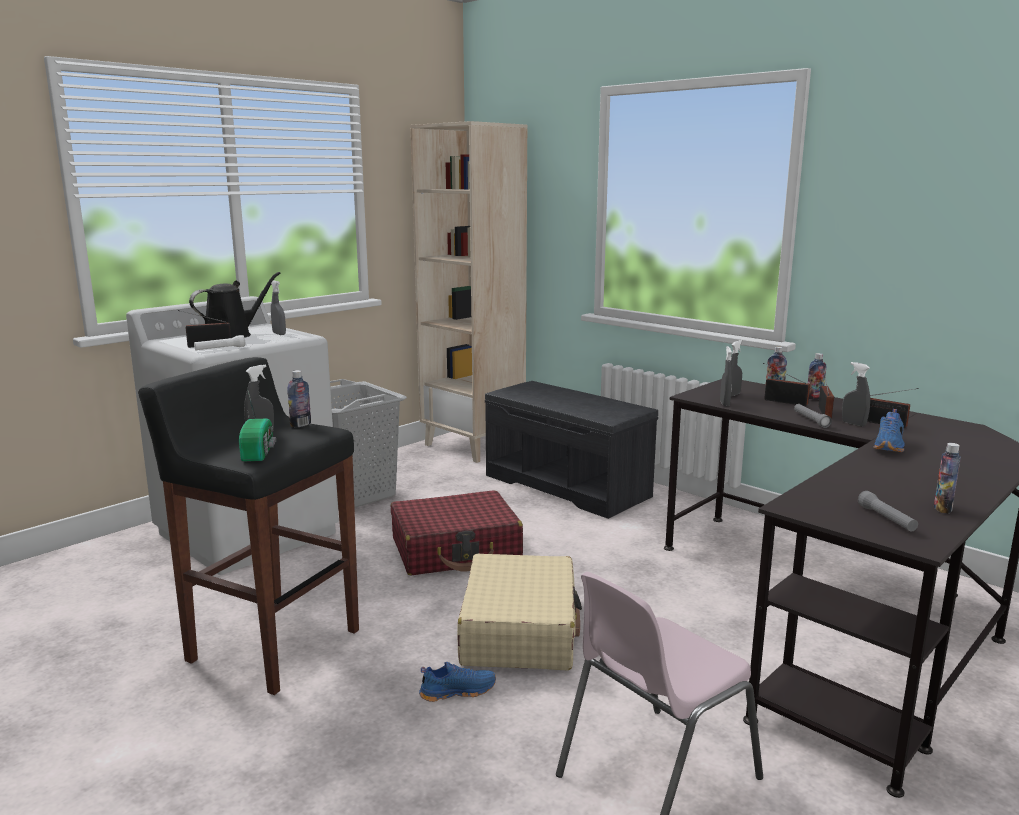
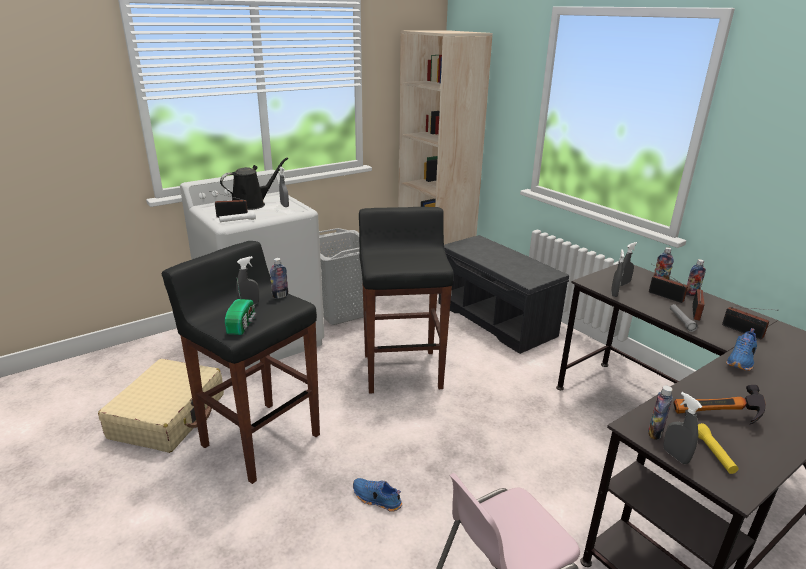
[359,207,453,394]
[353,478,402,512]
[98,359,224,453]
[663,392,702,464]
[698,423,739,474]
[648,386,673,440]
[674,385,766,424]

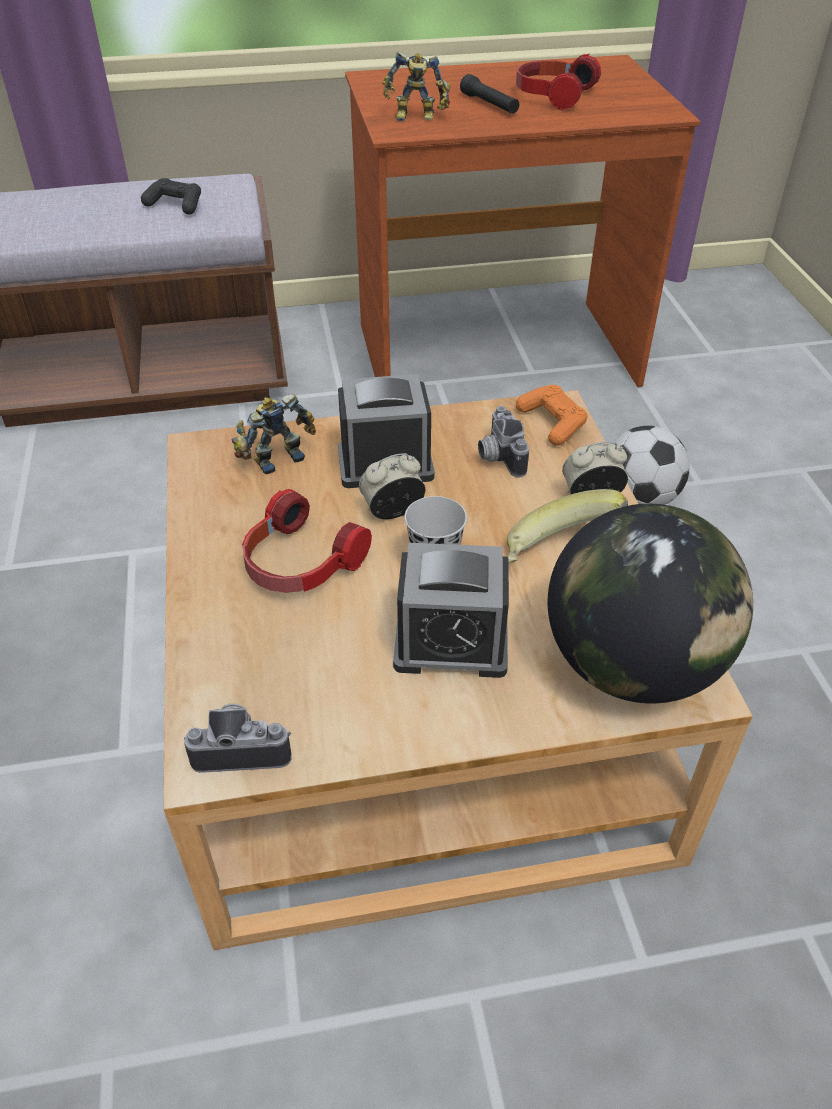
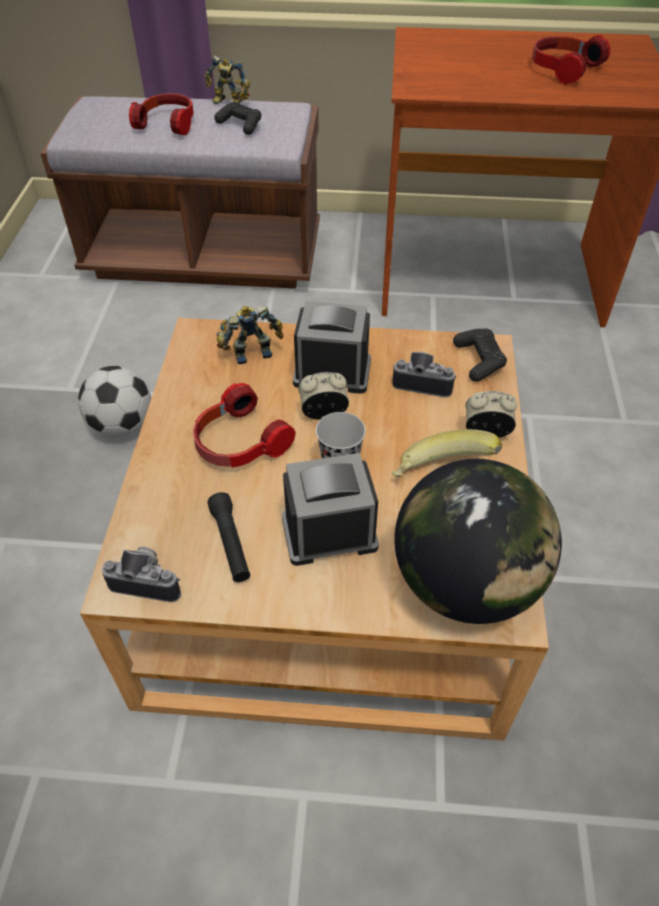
[205,56,250,104]
[282,453,379,566]
[208,492,250,582]
[392,352,456,397]
[453,329,507,382]
[78,366,151,437]
[129,93,194,135]

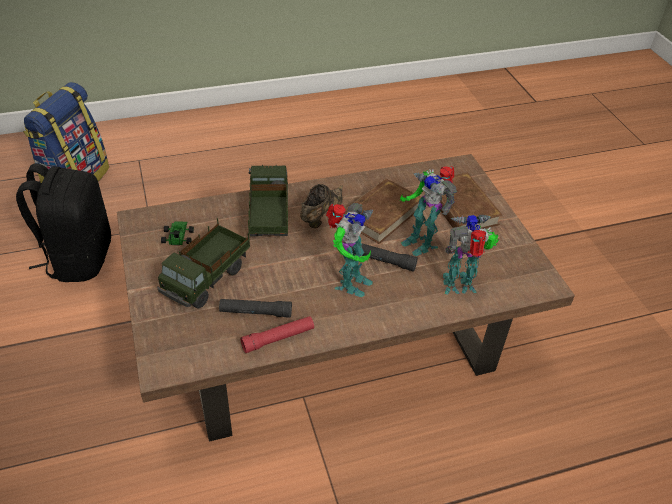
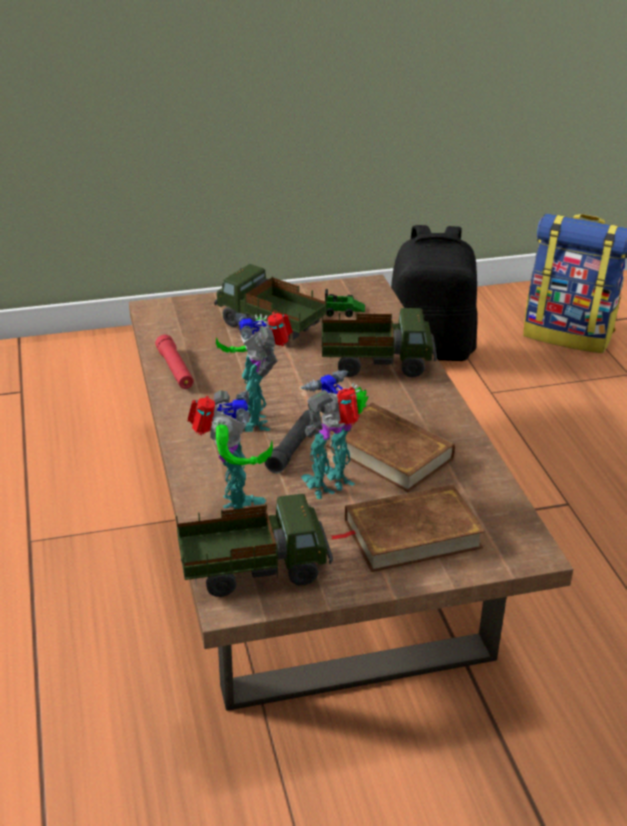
[219,299,292,318] (first image)
[300,184,343,228] (first image)
[216,312,293,432]
[176,494,333,597]

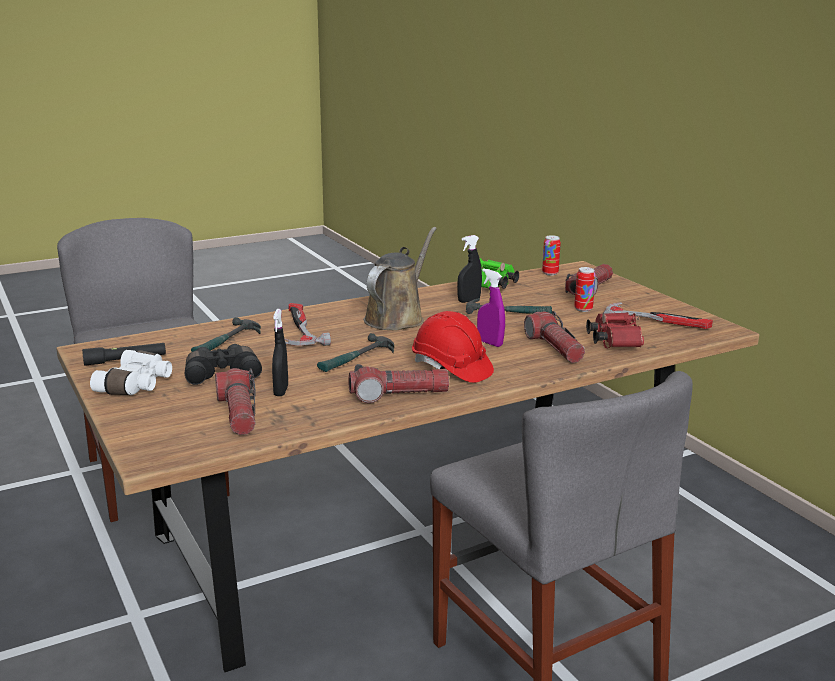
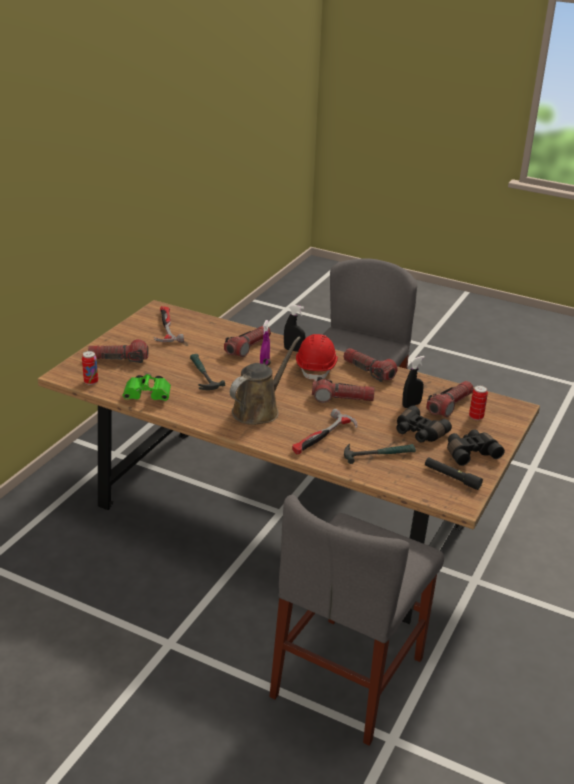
[447,429,505,466]
[312,377,375,403]
[230,337,301,425]
[284,305,305,352]
[469,385,488,420]
[586,312,644,349] (first image)

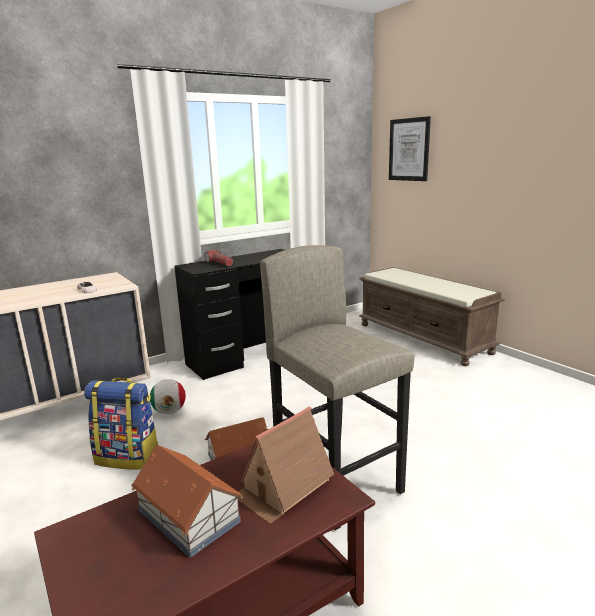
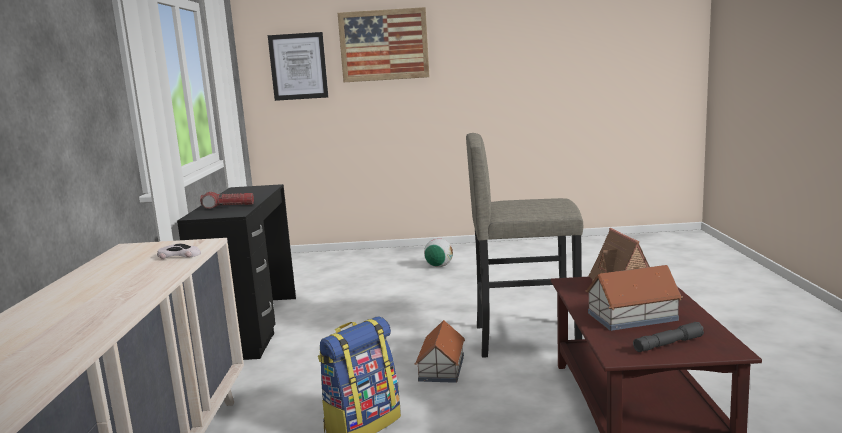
[424,238,453,267]
[359,267,505,366] (first image)
[338,7,429,83]
[633,322,704,352]

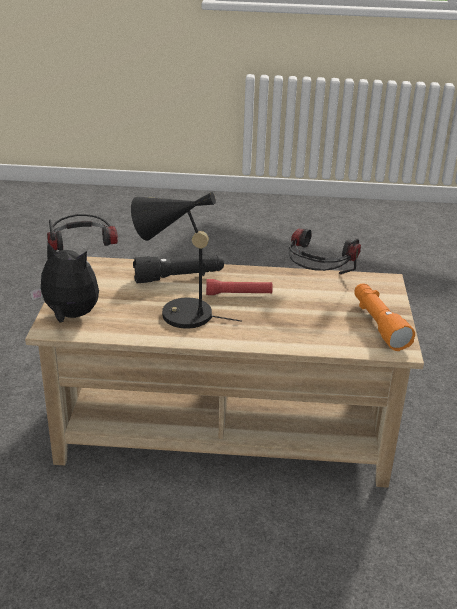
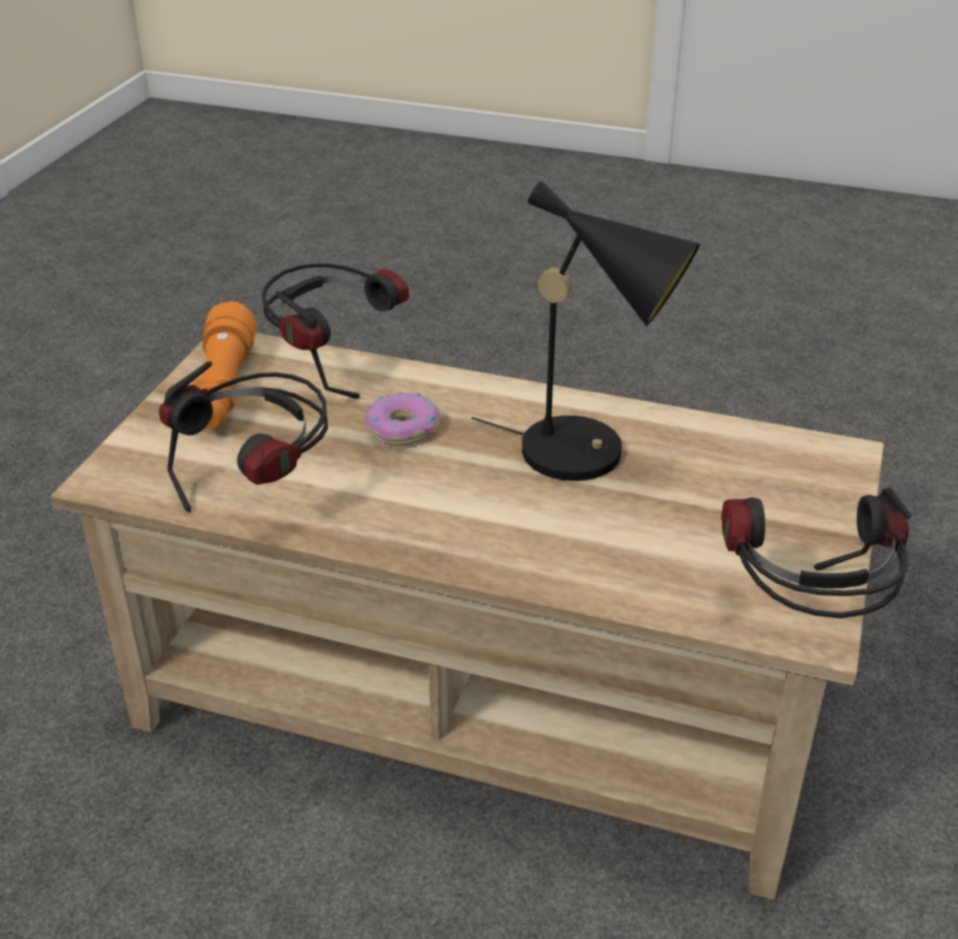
[30,242,99,323] (first image)
[133,254,224,283] (first image)
[206,279,273,295] (first image)
[262,263,409,399]
[365,391,439,446]

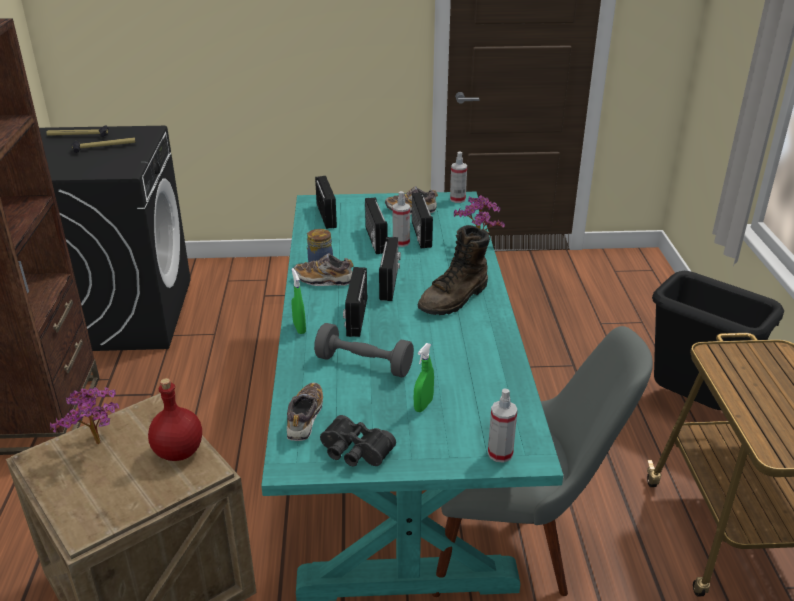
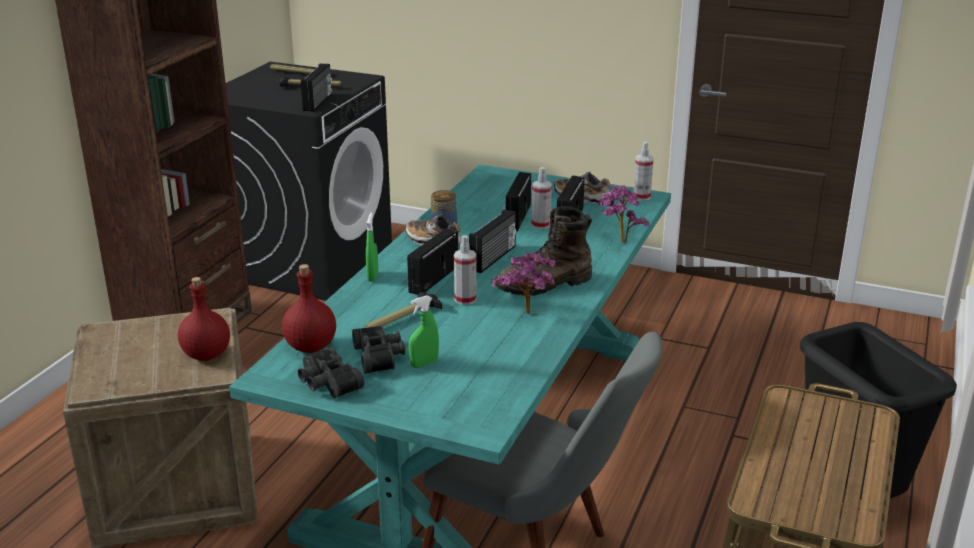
[491,252,556,314]
[282,264,336,353]
[365,292,442,328]
[301,64,332,112]
[454,235,476,305]
[352,325,405,374]

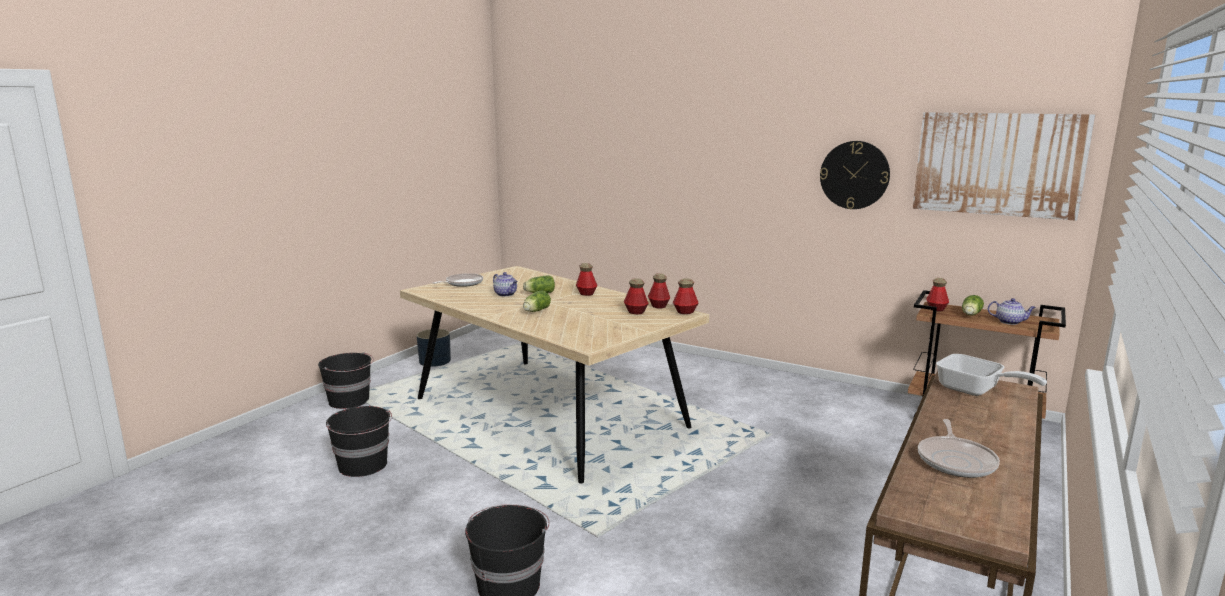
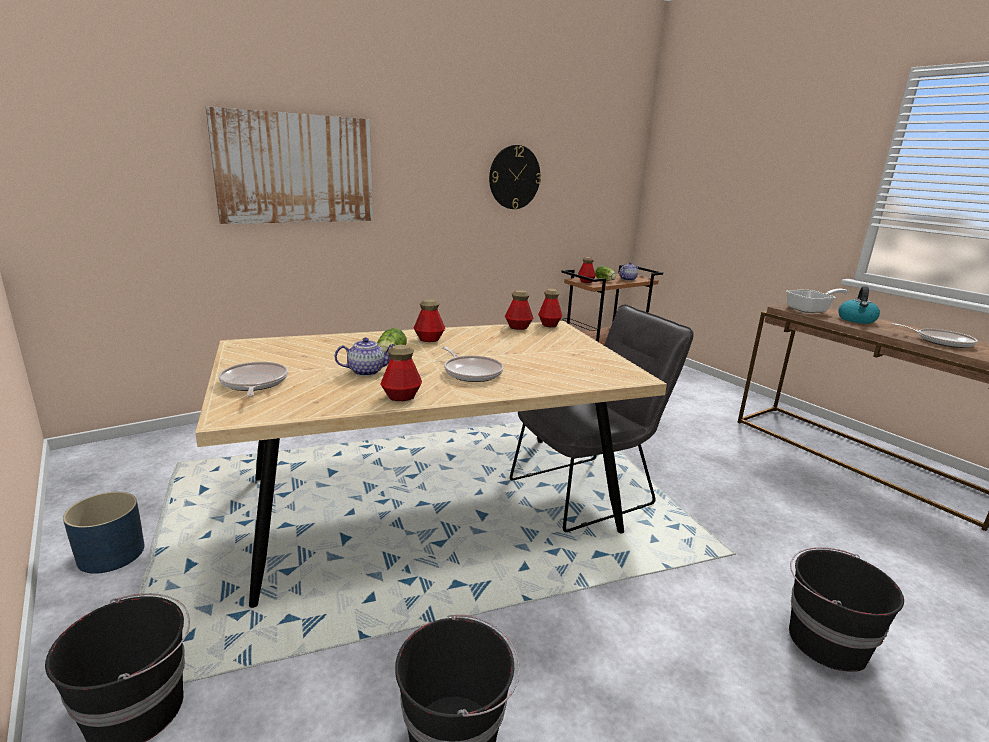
[442,346,503,382]
[380,345,422,401]
[206,107,373,224]
[510,304,694,532]
[838,286,880,324]

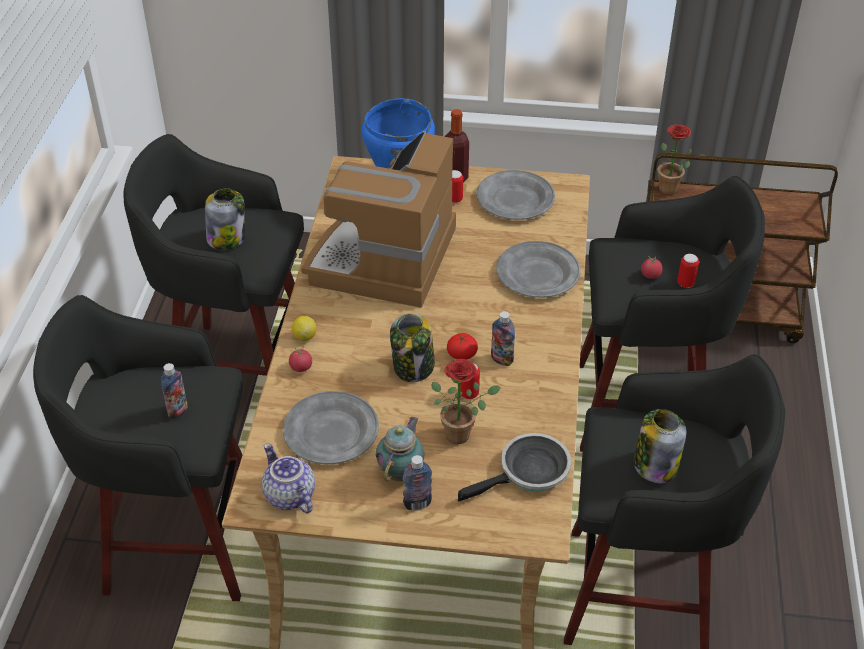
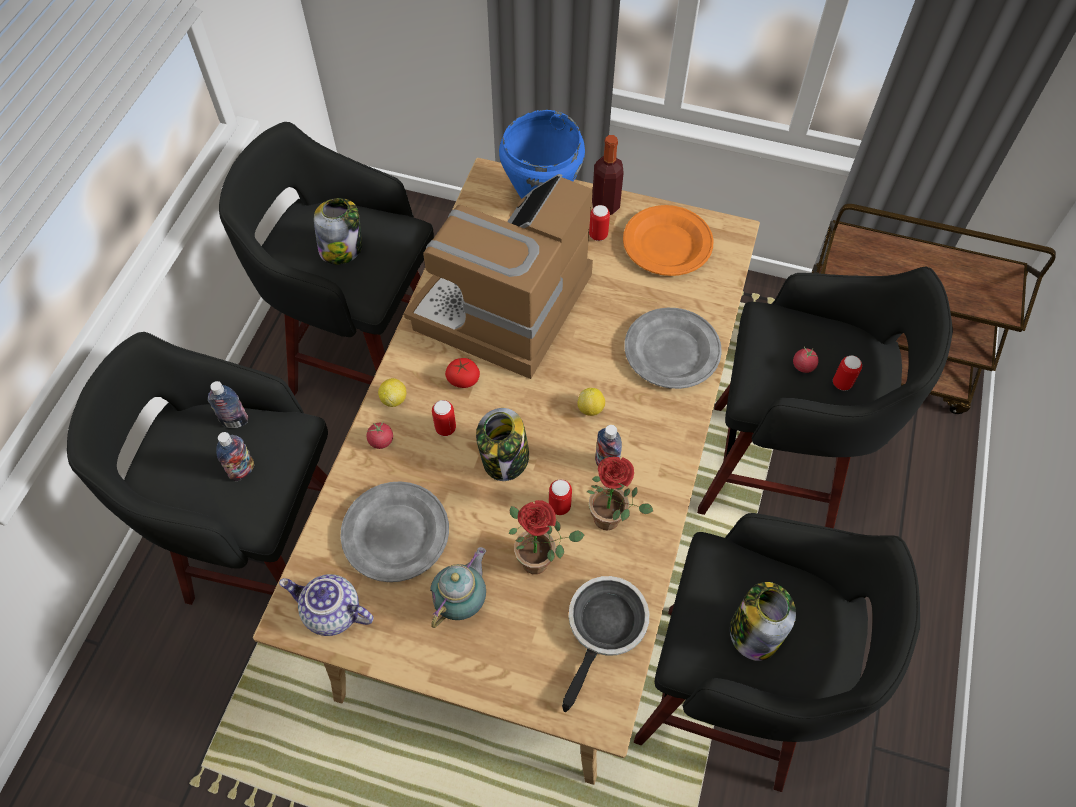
[279,574,374,636]
[208,381,248,428]
[445,358,480,388]
[562,576,649,713]
[623,205,713,276]
[587,457,653,531]
[432,400,456,436]
[578,388,605,416]

